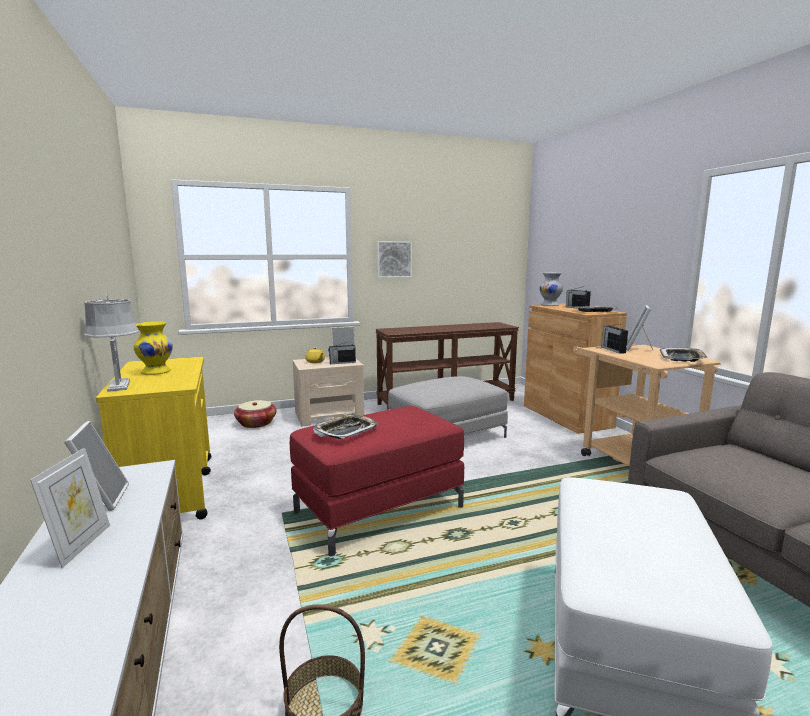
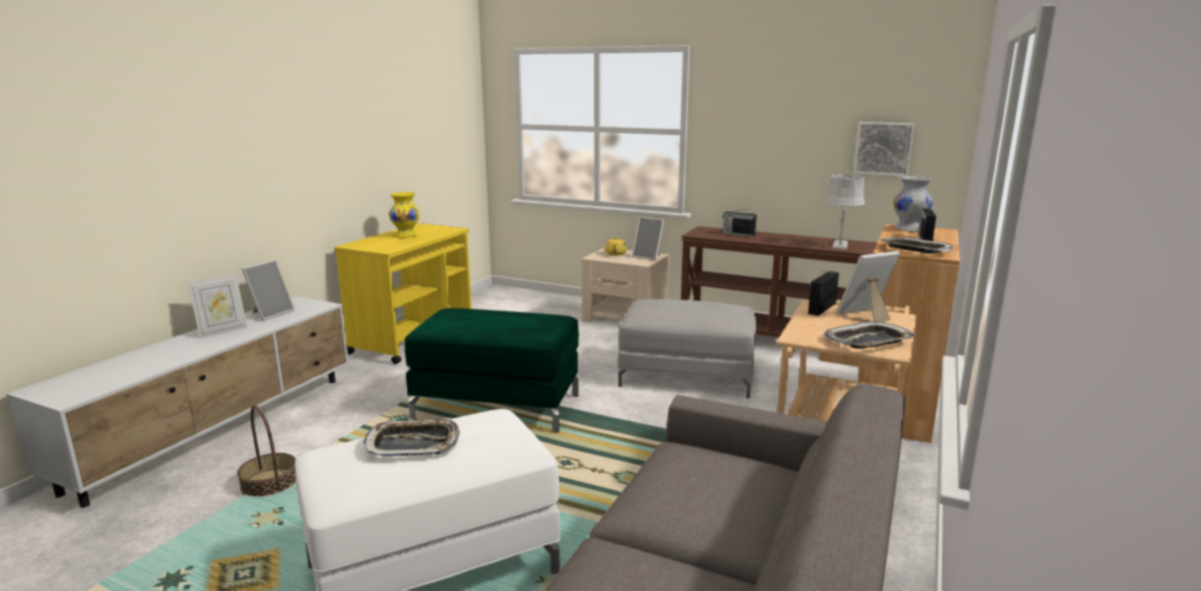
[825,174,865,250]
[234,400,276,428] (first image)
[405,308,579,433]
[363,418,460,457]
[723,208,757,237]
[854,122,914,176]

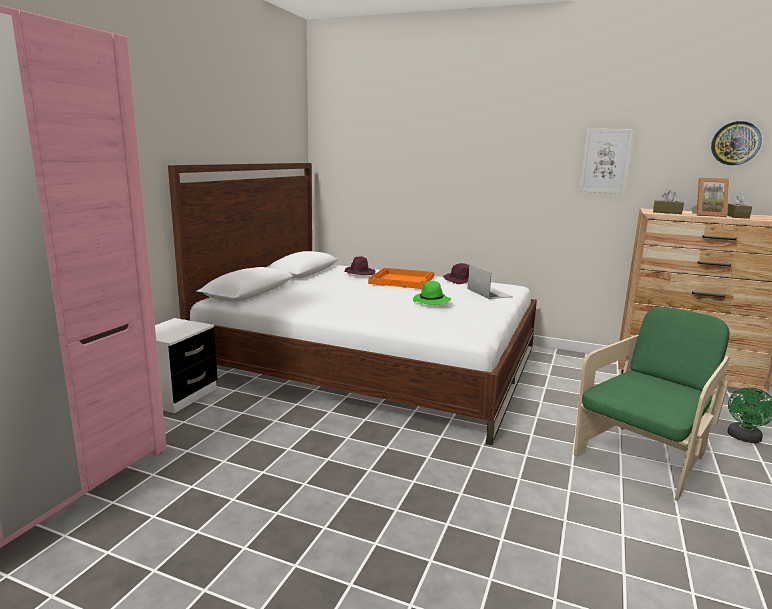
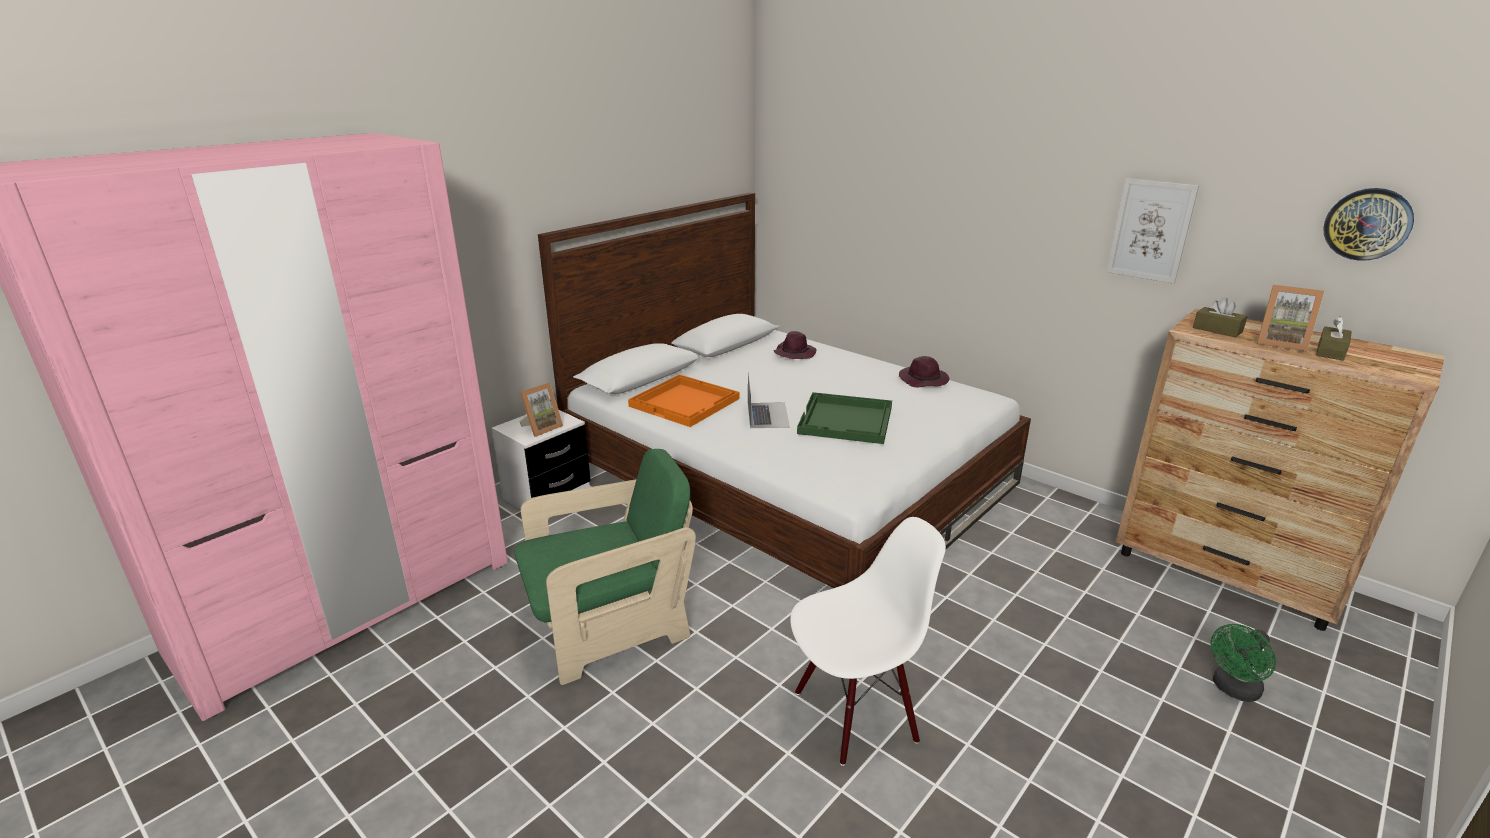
[628,374,739,427]
[797,392,892,444]
[748,373,790,428]
[514,449,696,685]
[519,383,563,437]
[790,517,946,766]

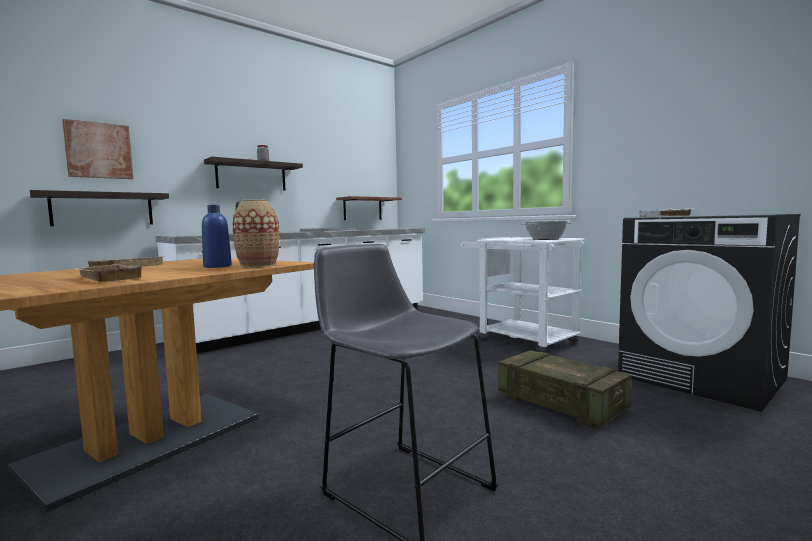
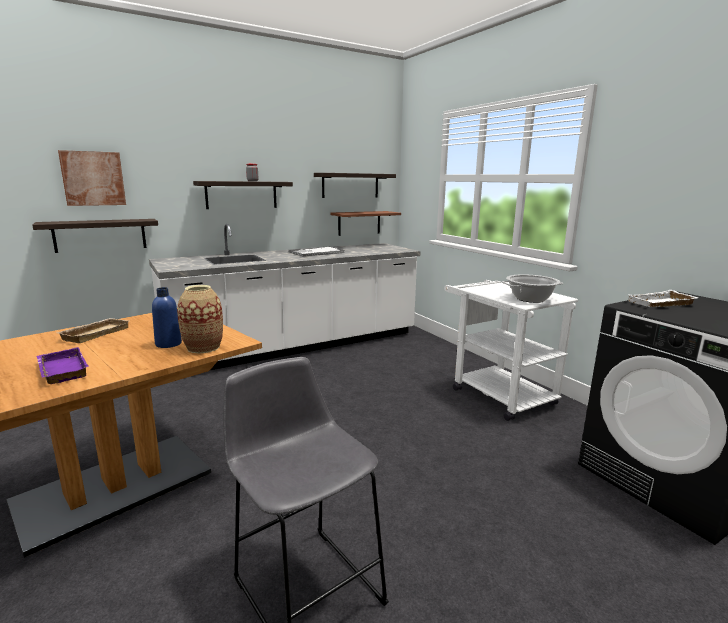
[37,347,89,384]
[498,350,631,428] (first image)
[314,173,396,198]

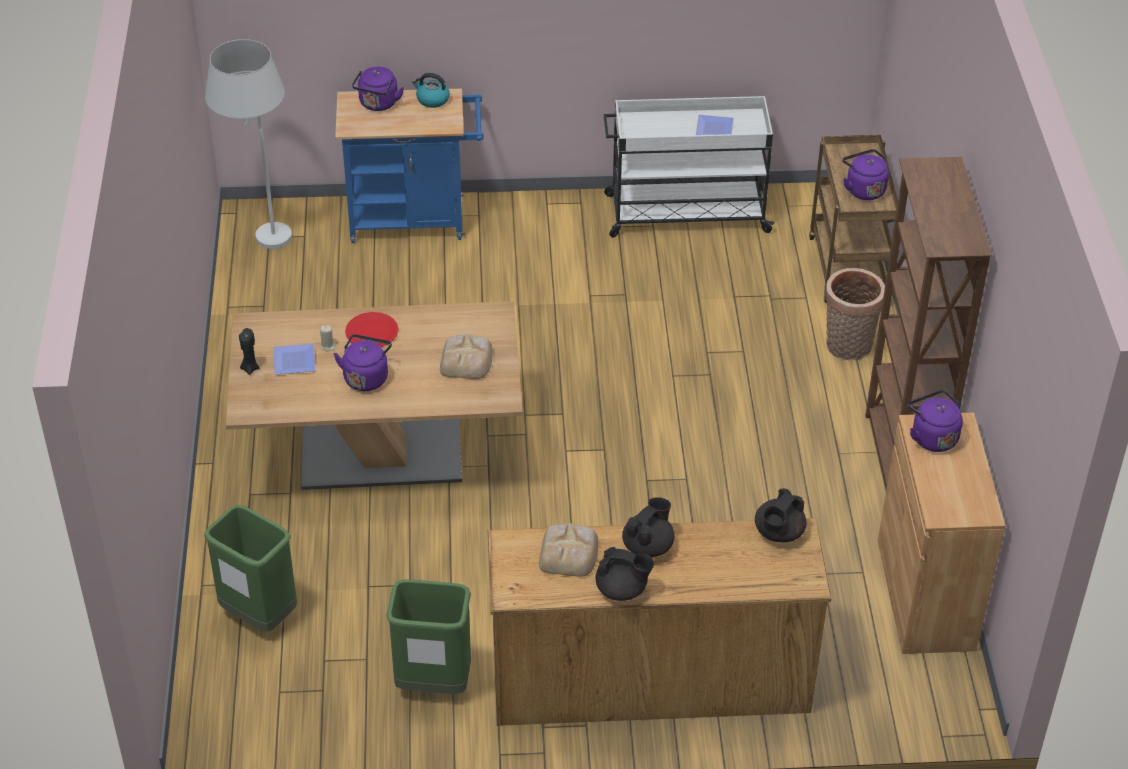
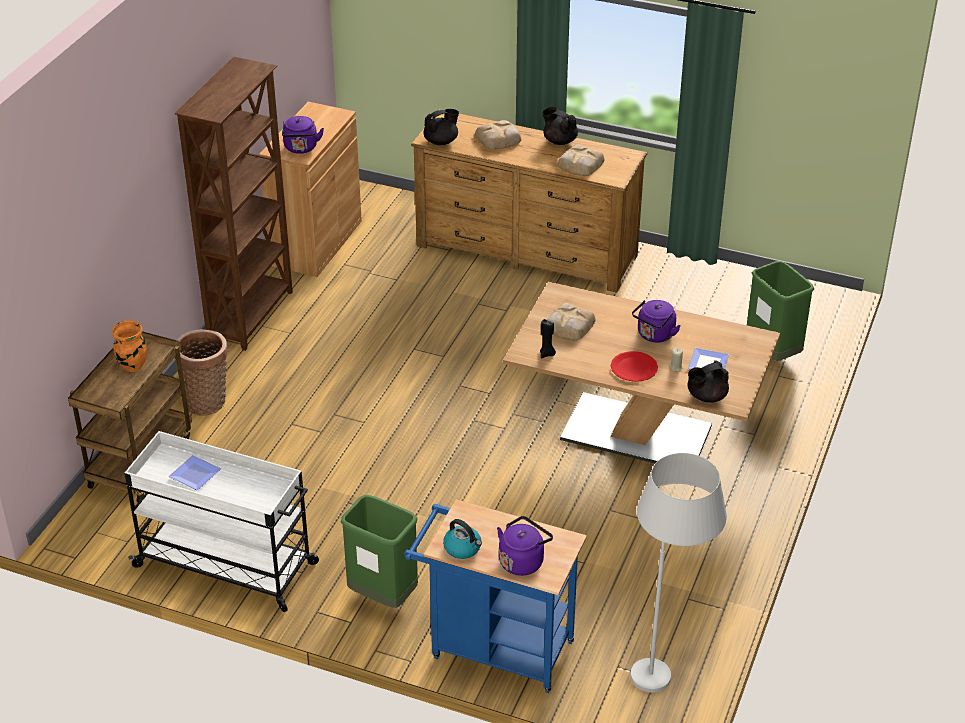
[540,319,556,358]
[341,495,418,608]
[687,360,729,403]
[112,320,147,372]
[475,120,521,149]

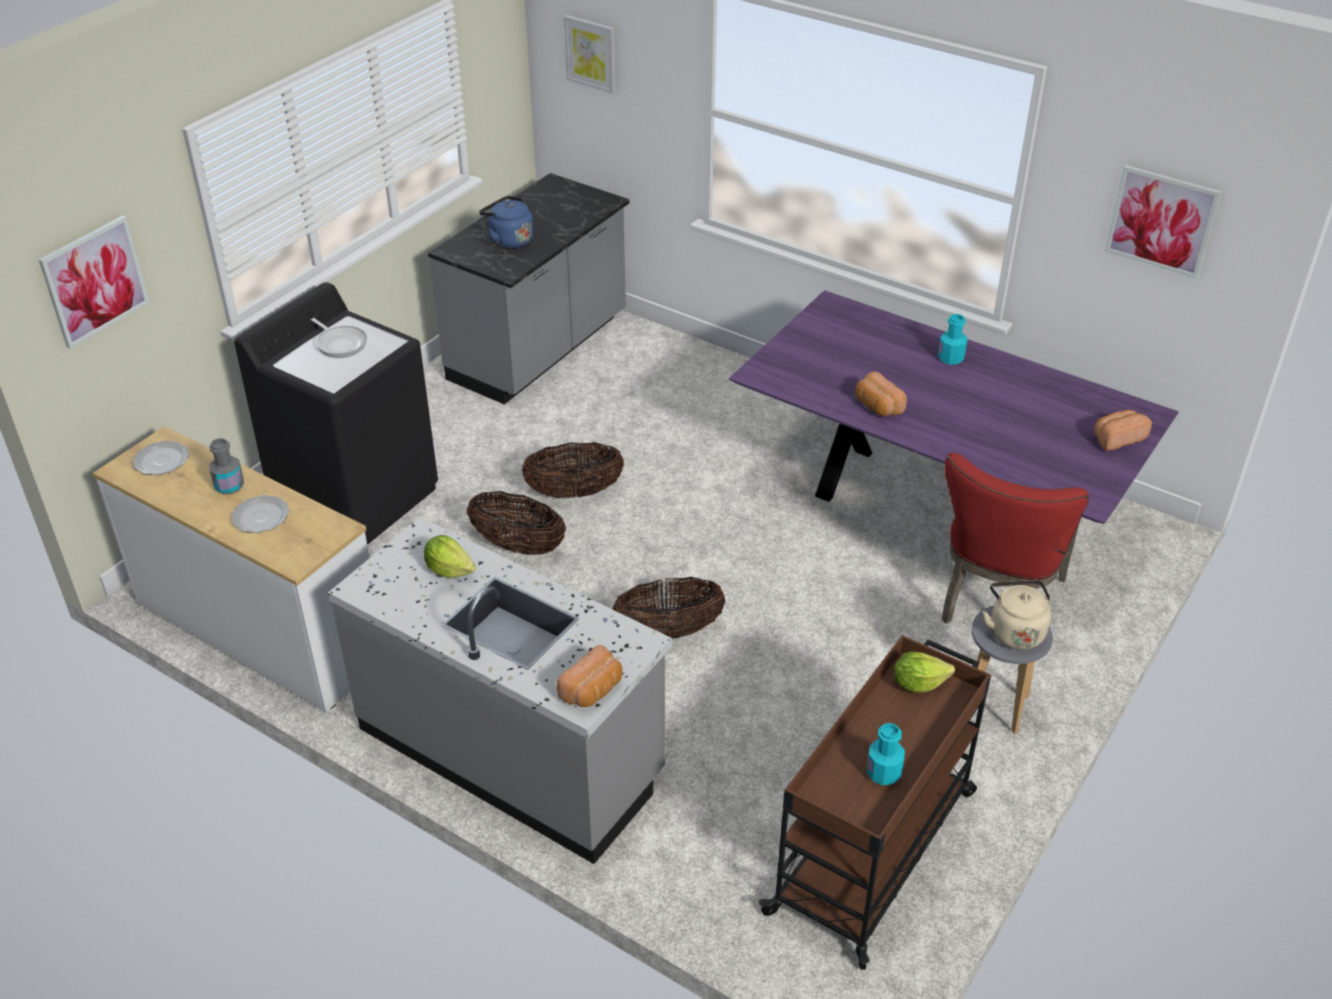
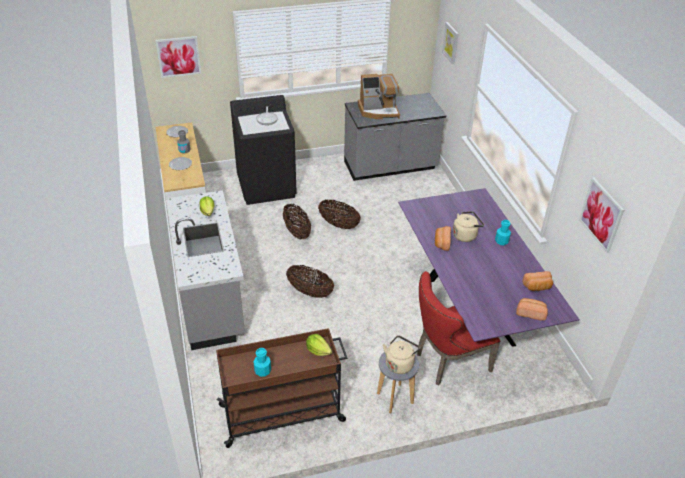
[358,74,400,119]
[522,271,553,291]
[453,211,484,242]

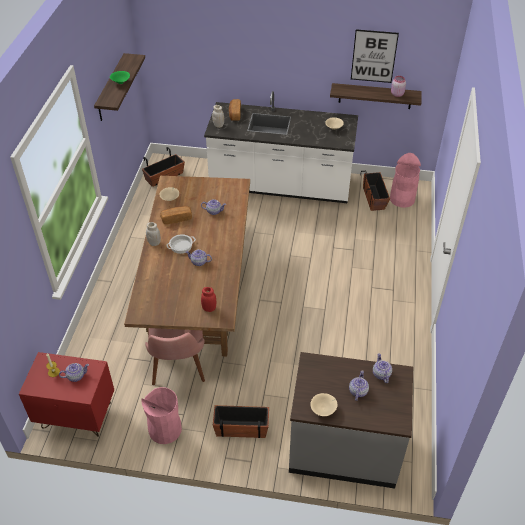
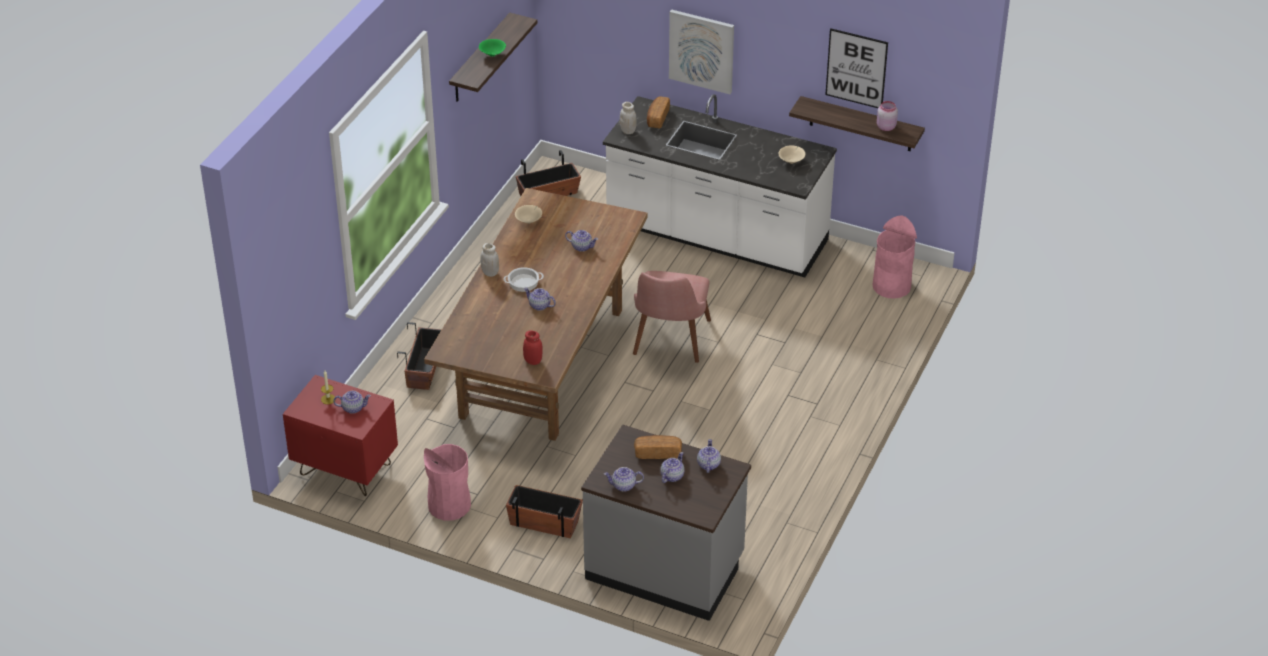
[633,271,711,363]
[634,435,682,459]
[604,467,644,492]
[397,322,442,390]
[669,9,734,94]

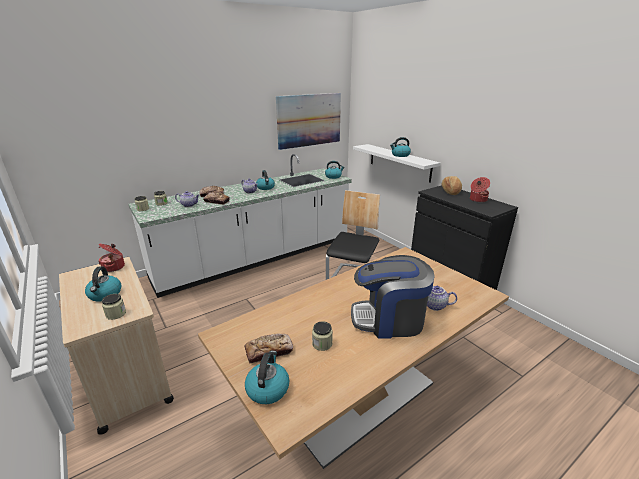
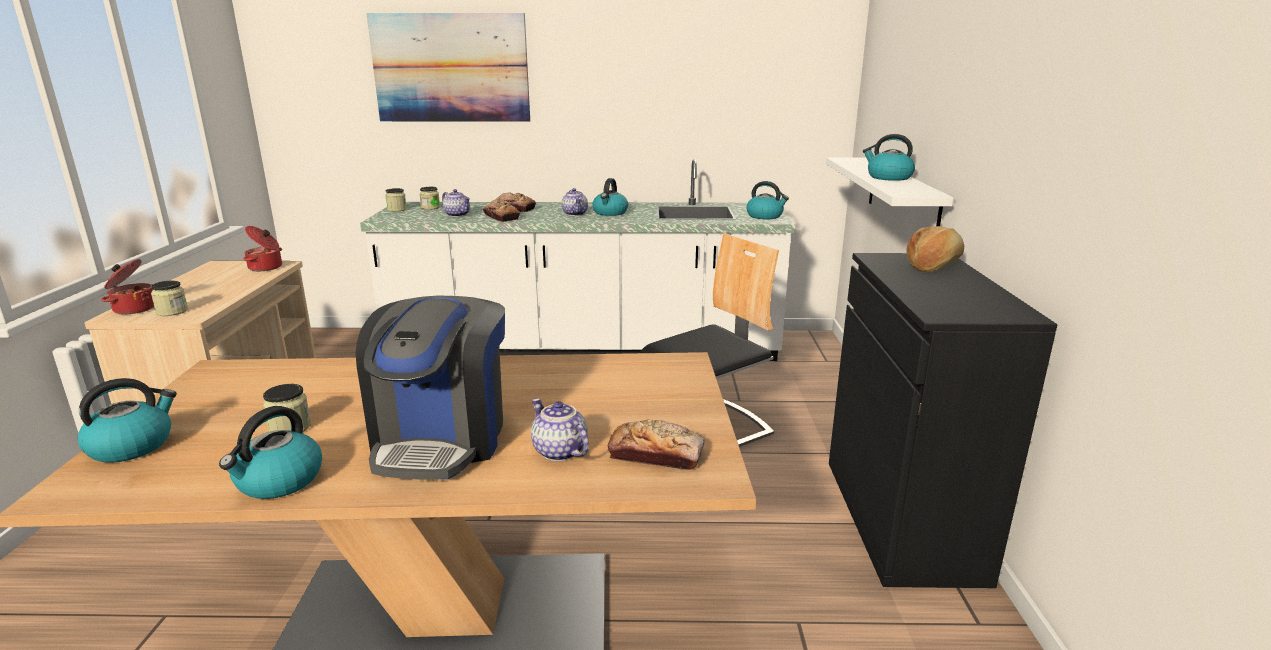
[219,406,322,499]
[608,419,705,470]
[366,13,530,122]
[356,296,505,479]
[101,259,154,314]

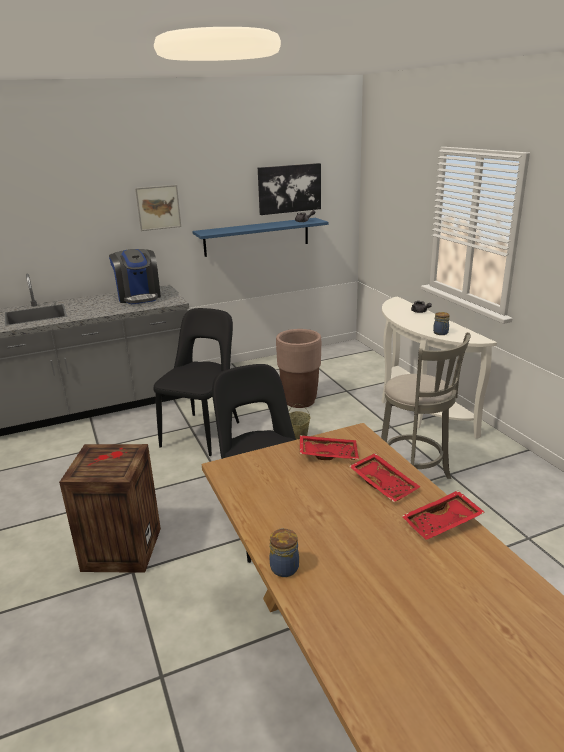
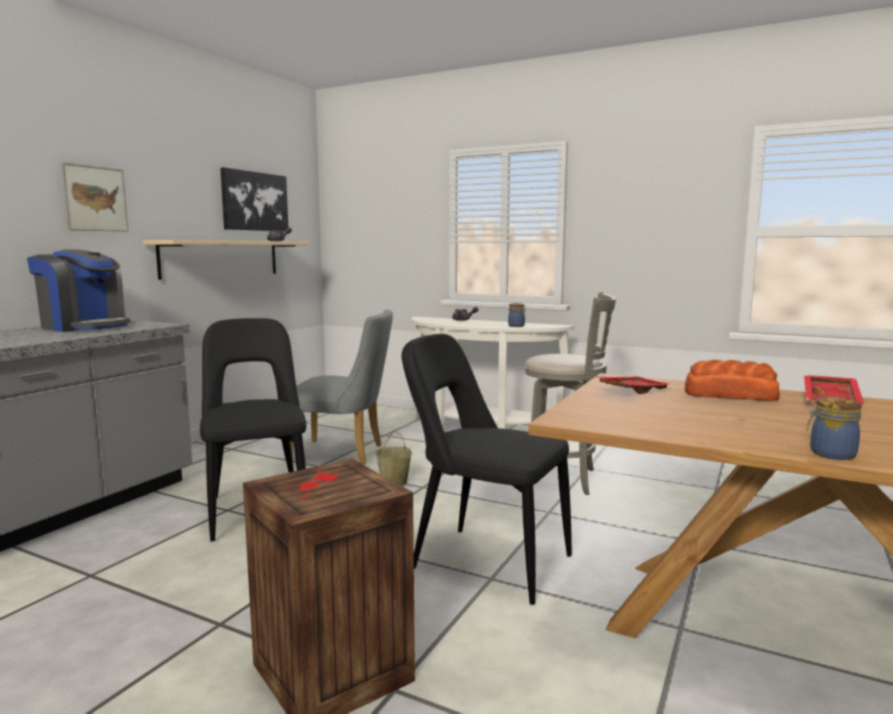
[142,240,309,280]
[290,309,393,465]
[685,360,780,401]

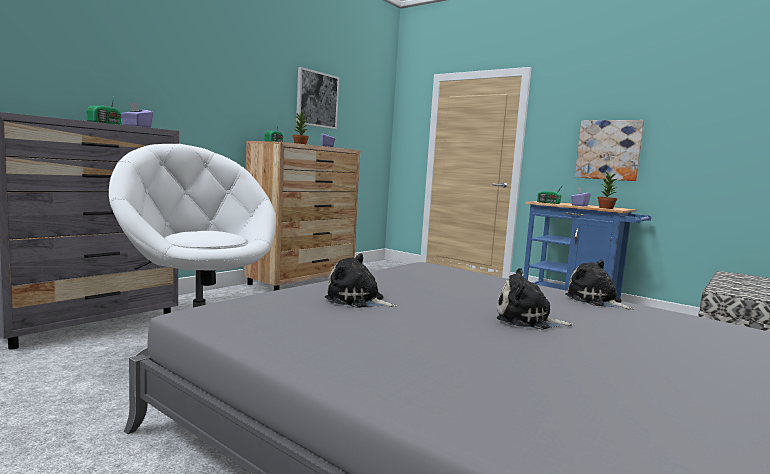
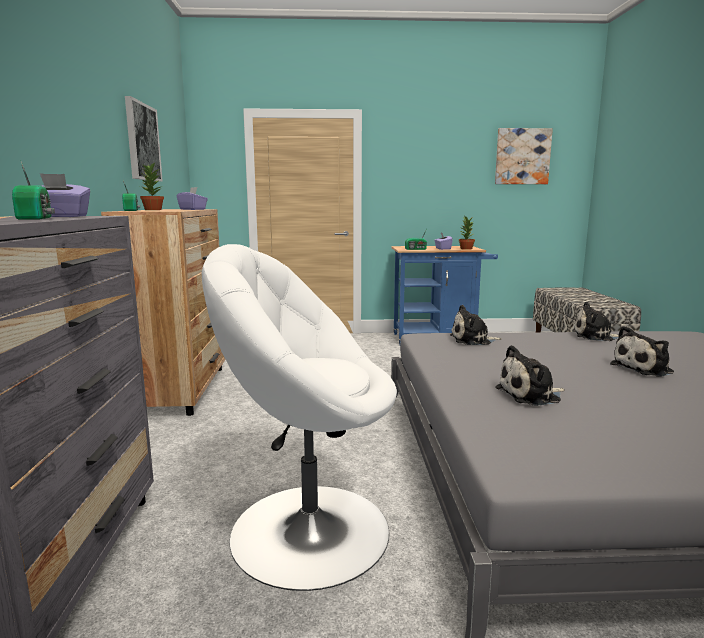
[495,128,553,184]
[450,305,502,345]

